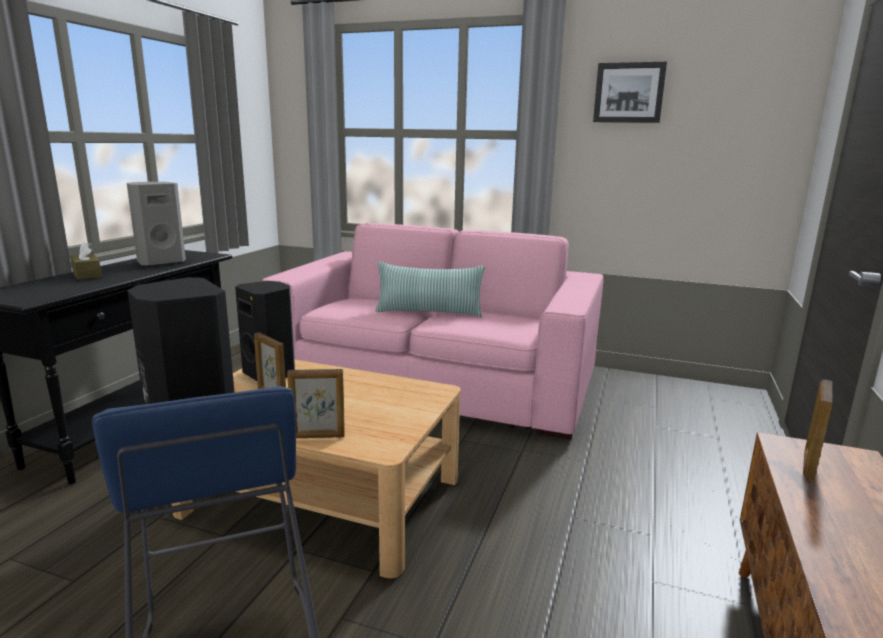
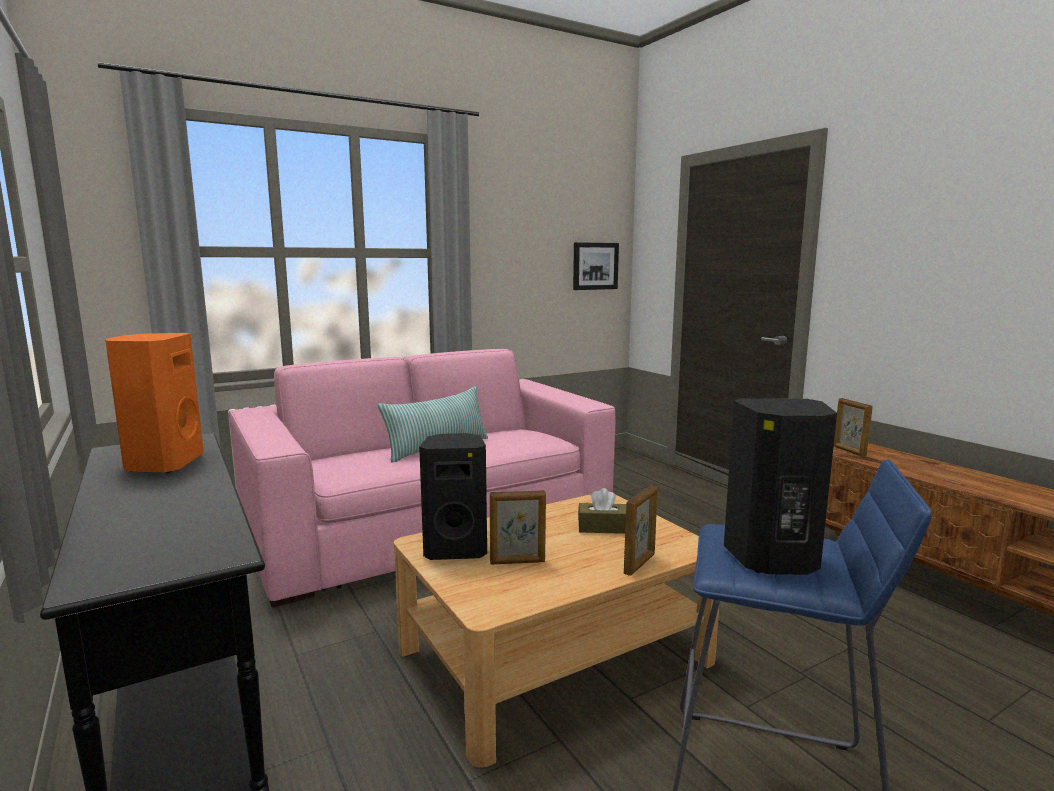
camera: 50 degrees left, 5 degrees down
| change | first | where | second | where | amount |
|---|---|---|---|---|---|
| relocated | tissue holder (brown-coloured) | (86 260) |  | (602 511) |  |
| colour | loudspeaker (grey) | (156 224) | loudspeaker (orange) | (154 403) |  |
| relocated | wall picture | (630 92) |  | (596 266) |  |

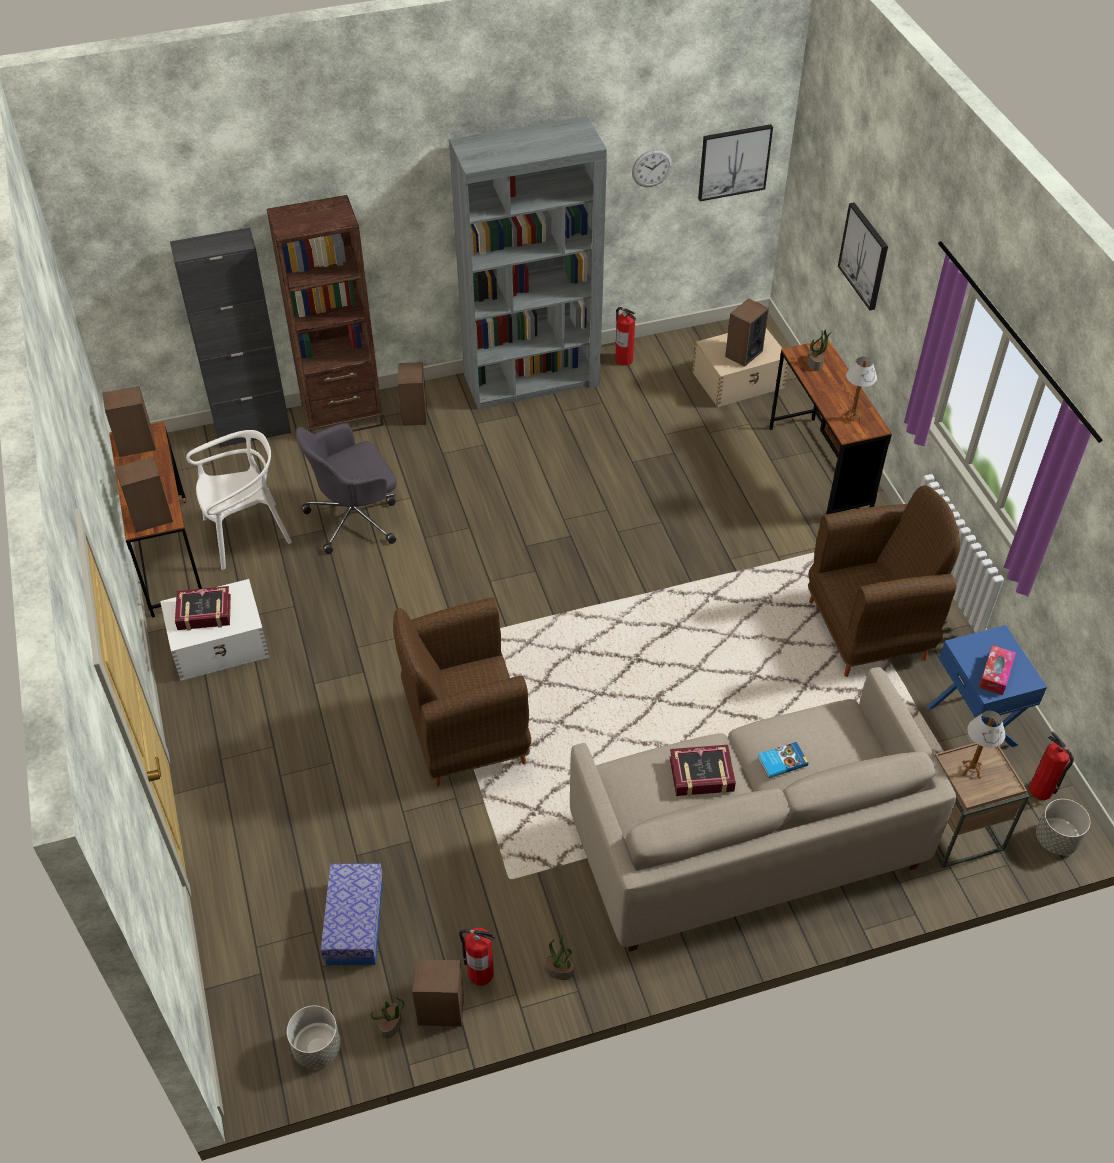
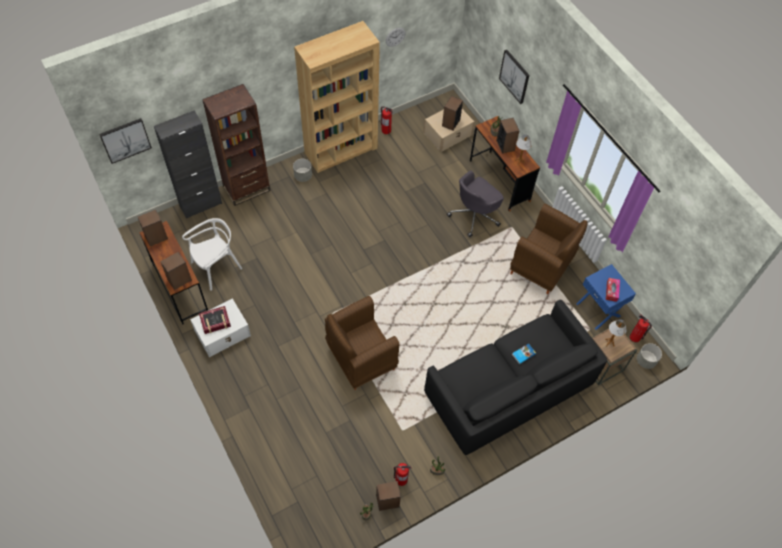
camera: 15 degrees left, 10 degrees up
| change | first | where | second | where | amount |
|---|---|---|---|---|---|
| relocated | plant pot (grey) | (314 1037) |  | (302 170) |  |
| relocated | computer chair (grey) | (346 488) |  | (475 204) |  |
| missing | storage box | (351 914) |  |  |  |
| relocated | loudspeaker | (412 394) |  | (507 135) |  |
| colour | bookshelf (grey) | (528 262) | bookshelf (brown-coloured) | (337 97) |  |
| colour | couch (beige-coloured) | (763 809) | couch (black-coloured) | (516 377) |  |
| missing | bound book | (702 771) |  |  |  |
| relocated | wall picture | (735 162) |  | (125 141) |  |
| spun | easy chair (brown-coloured) | (884 581) |  | (549 249) | 60 degrees clockwise |

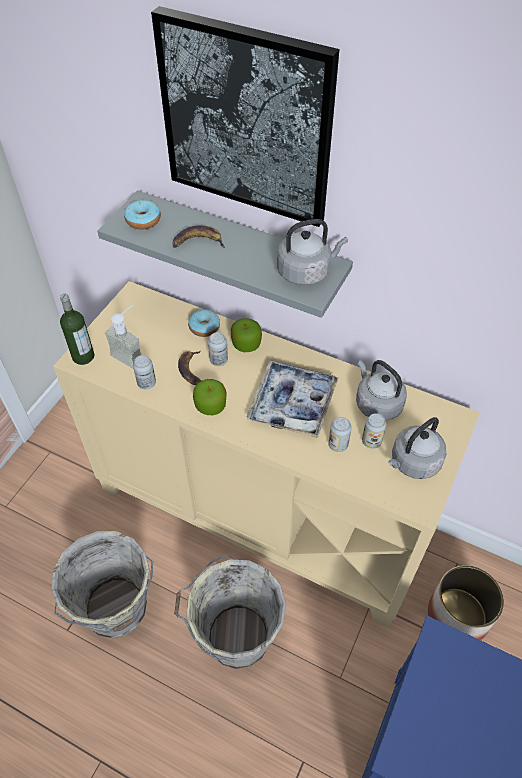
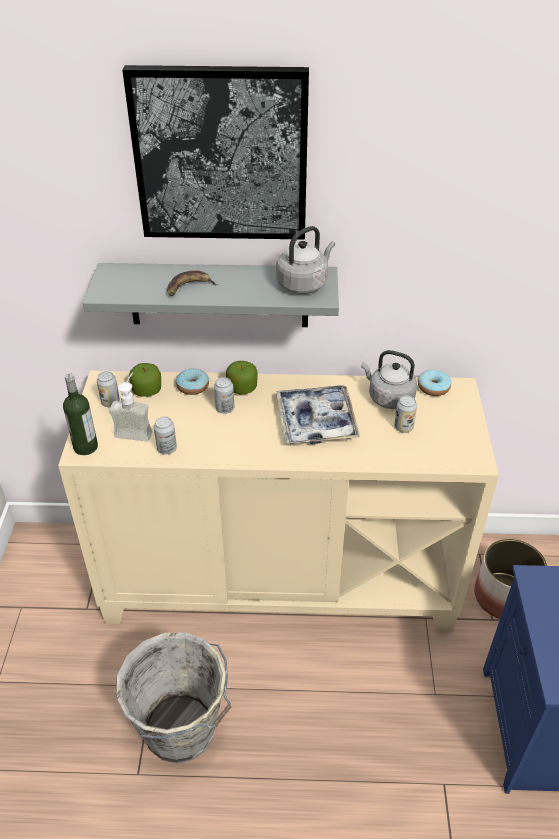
camera: 25 degrees left, 10 degrees down
| change | first | where | second | where | amount |
|---|---|---|---|---|---|
| relocated | ring doughnut | (142 215) |  | (434 383) |  |
| missing | water bucket (grey) | (230 611) |  |  |  |
| missing | whole banana | (189 368) |  |  |  |
| relocated | apple | (209 397) |  | (145 380) |  |
| relocated | sealed can | (340 434) |  | (108 389) |  |
| missing | water kettle (grey) | (417 448) |  |  |  |

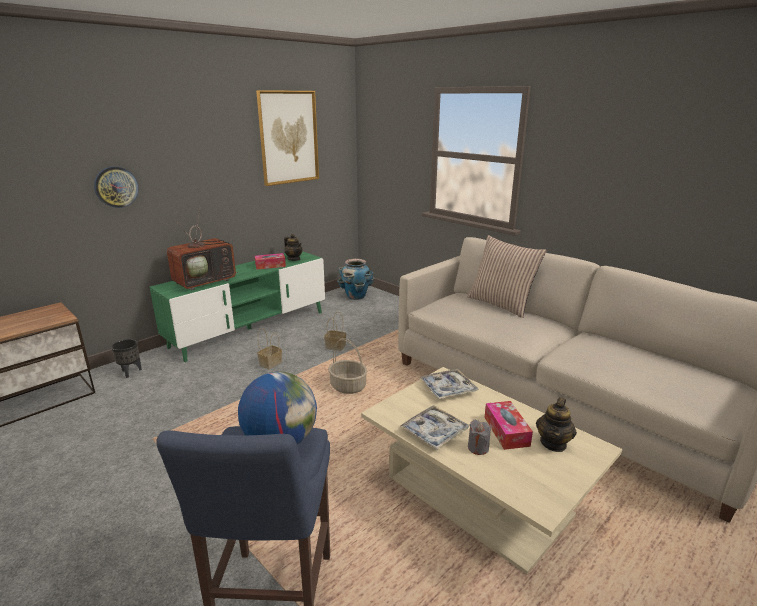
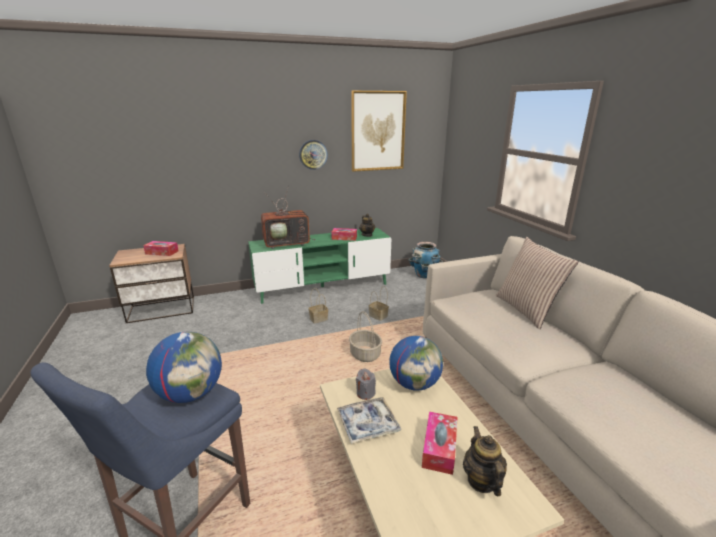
camera: 25 degrees right, 0 degrees up
| change | first | where | second | where | amount |
|---|---|---|---|---|---|
| relocated | hanging clock | (116 187) |  | (313 155) |  |
| missing | plant pot (black-coloured) | (126 358) |  |  |  |
| exchanged | serving tray | (448 384) | world globe | (416 363) |  |
| relocated | candle (grey) | (479 437) |  | (366 384) |  |
| spun | teapot | (556 424) |  | (485 461) | 120 degrees clockwise |
| appeared |  |  | tissue holder | (161 248) |  |

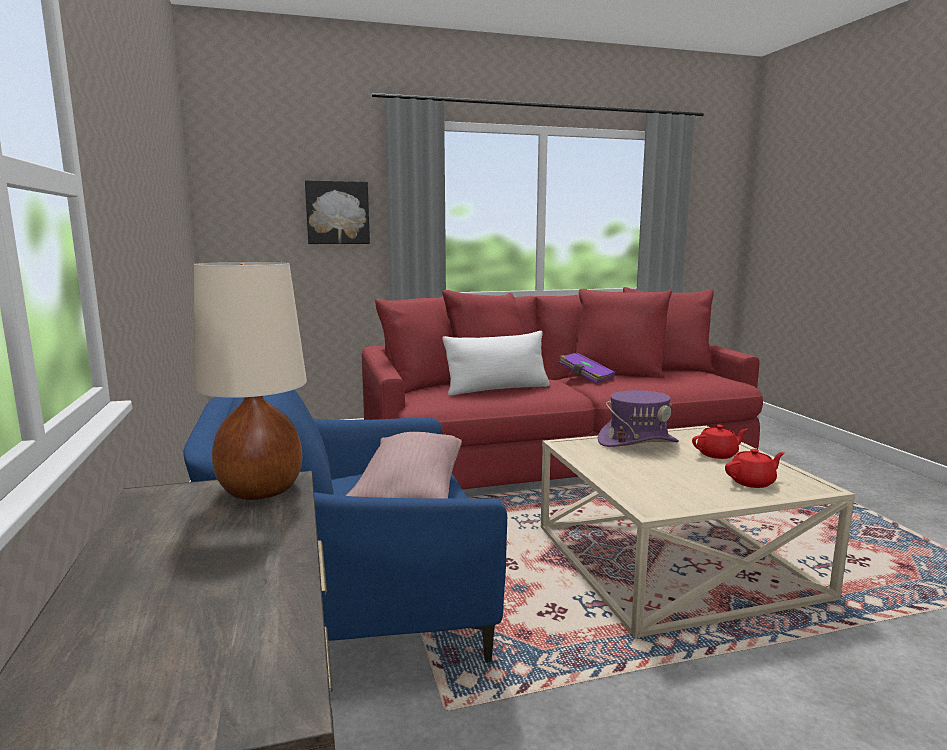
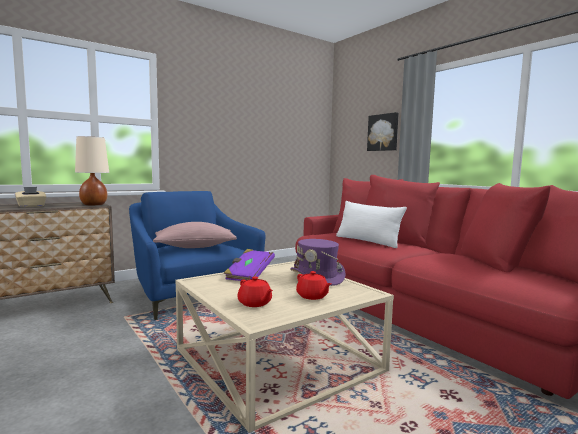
camera: 70 degrees right, 5 degrees down
| change | first | where | second | where | amount |
|---|---|---|---|---|---|
| relocated | bound book (purple) | (586 368) |  | (249 265) |  |
| appeared |  |  | tissue holder (beige-coloured) | (30 197) |  |

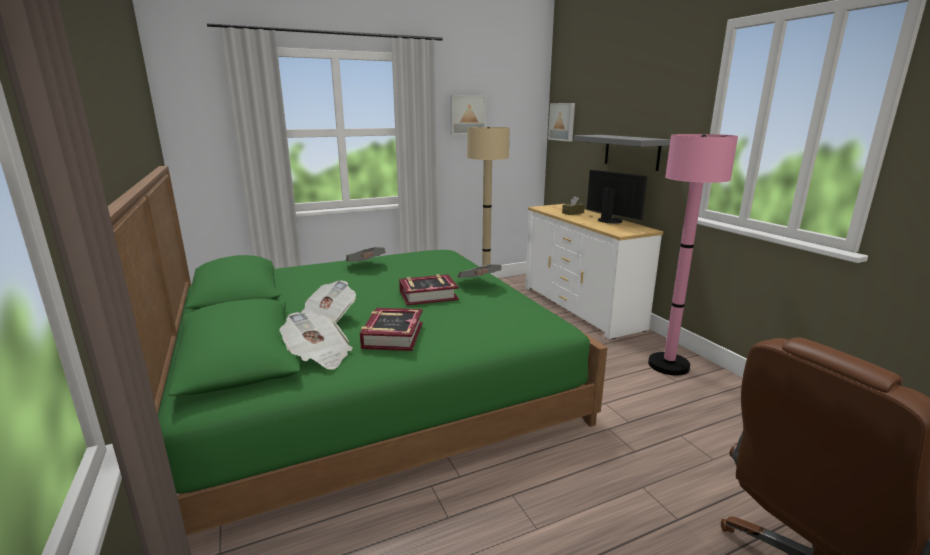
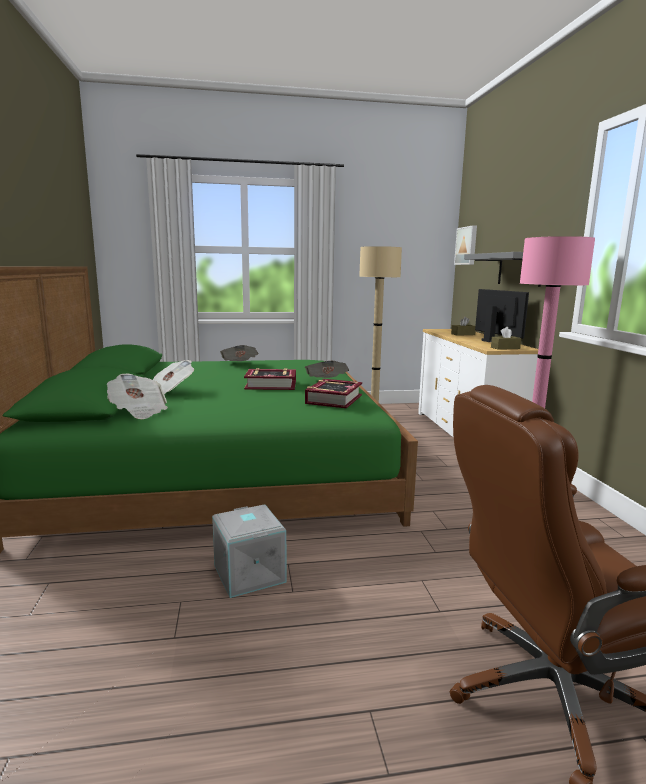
camera: 15 degrees right, 5 degrees down
| change | first | where | second | where | amount |
|---|---|---|---|---|---|
| relocated | bound book | (391 329) |  | (333 393) |  |
| missing | wall picture | (468 115) |  |  |  |
| appeared |  |  | storage box (grey) | (249 551) |  |
| appeared |  |  | tissue holder (brown-coloured) | (506 338) |  |

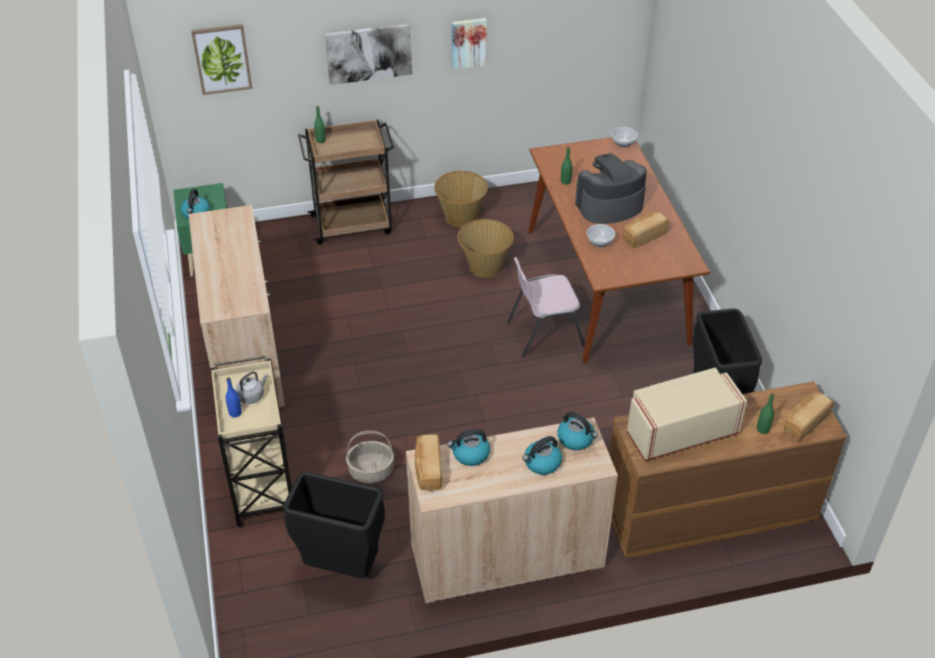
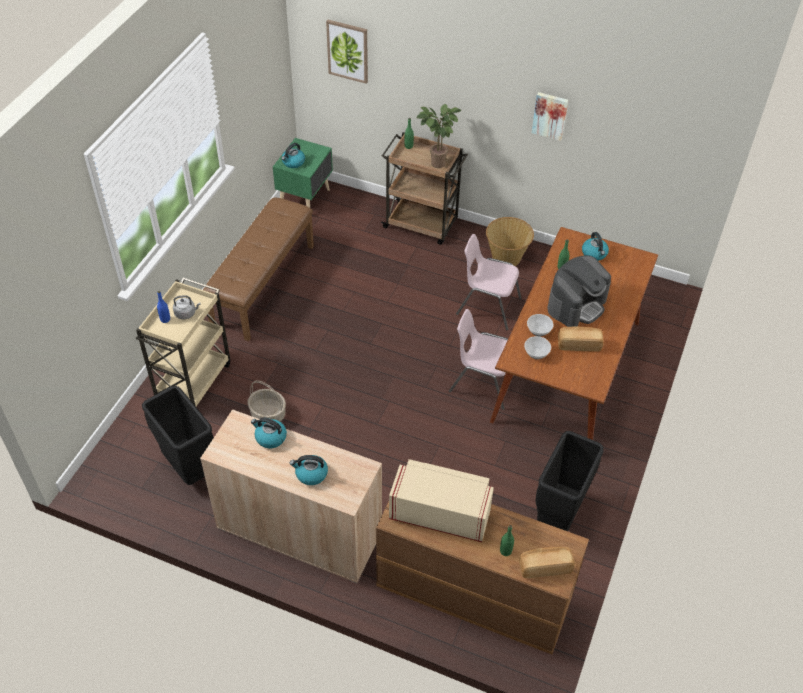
camera: 35 degrees right, 5 degrees up
| change | first | where | second | where | amount |
|---|---|---|---|---|---|
| exchanged | storage cabinet (beige-coloured) | (237 307) | bench (brown-coloured) | (258 269) |  |
| missing | wall picture | (368 54) |  |  |  |
| missing | bread | (428 462) |  |  |  |
| exchanged | storage basket | (485 248) | chair (pinkish) | (488 282) |  |
| relocated | water kettle | (577 431) |  | (595 246) |  |
| spun | coffee machine | (611 188) |  | (579 291) | 120 degrees clockwise |
| relocated | deep dish | (624 137) |  | (537 347) |  |
| appeared |  |  | plant in a pot | (439 136) |  |

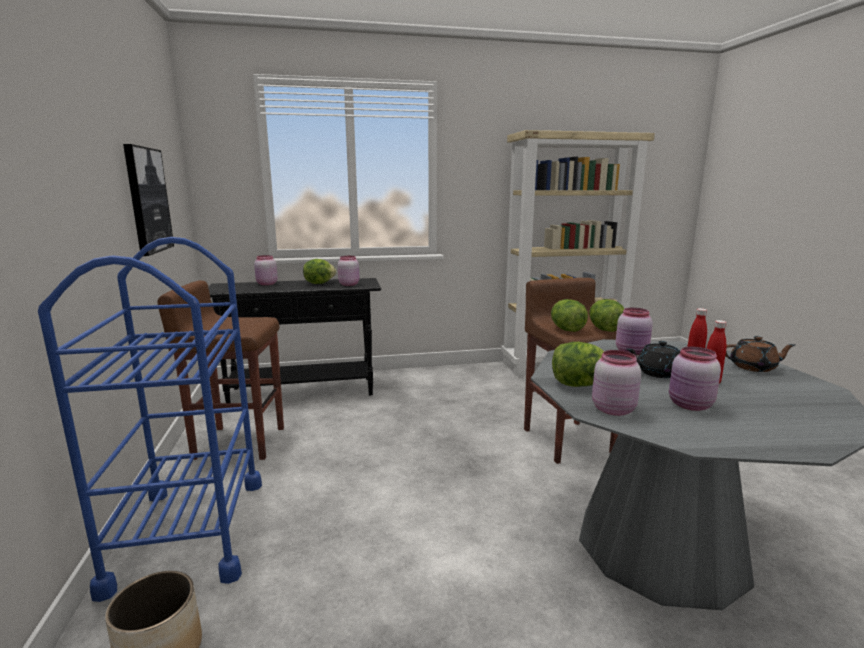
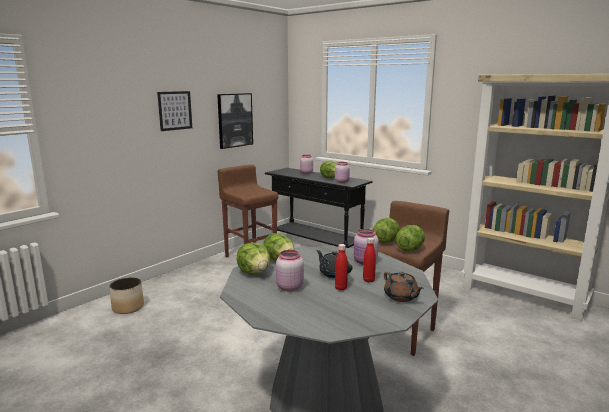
camera: 50 degrees right, 0 degrees up
| change | first | where | second | where | amount |
|---|---|---|---|---|---|
| missing | cart (bluish) | (150 419) |  |  |  |
| exchanged | storage jar (pinkish) | (616 383) | lettuce | (254 258) |  |
| appeared |  |  | wall picture | (174 111) |  |

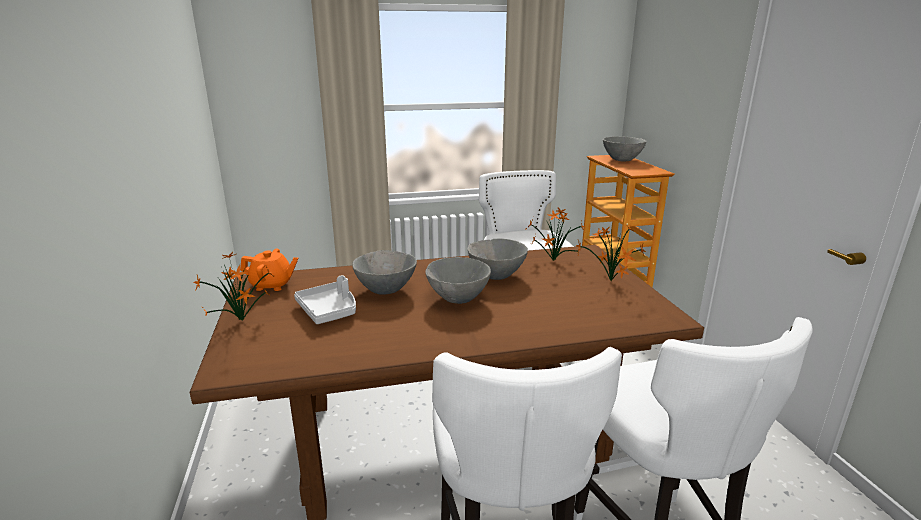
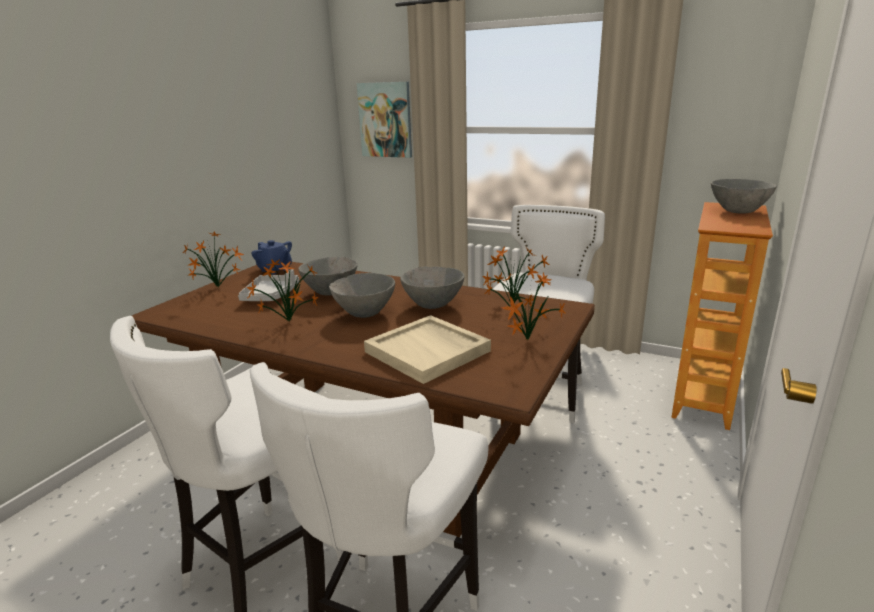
camera: 40 degrees right, 0 degrees up
| change | first | where | second | where | amount |
|---|---|---|---|---|---|
| colour | teapot (orange) | (269 269) | teapot (bluish) | (271 257) |  |
| appeared |  |  | plant in a pot | (282 290) |  |
| appeared |  |  | wall picture | (384 120) |  |
| appeared |  |  | serving tray (beige-coloured) | (427 349) |  |

